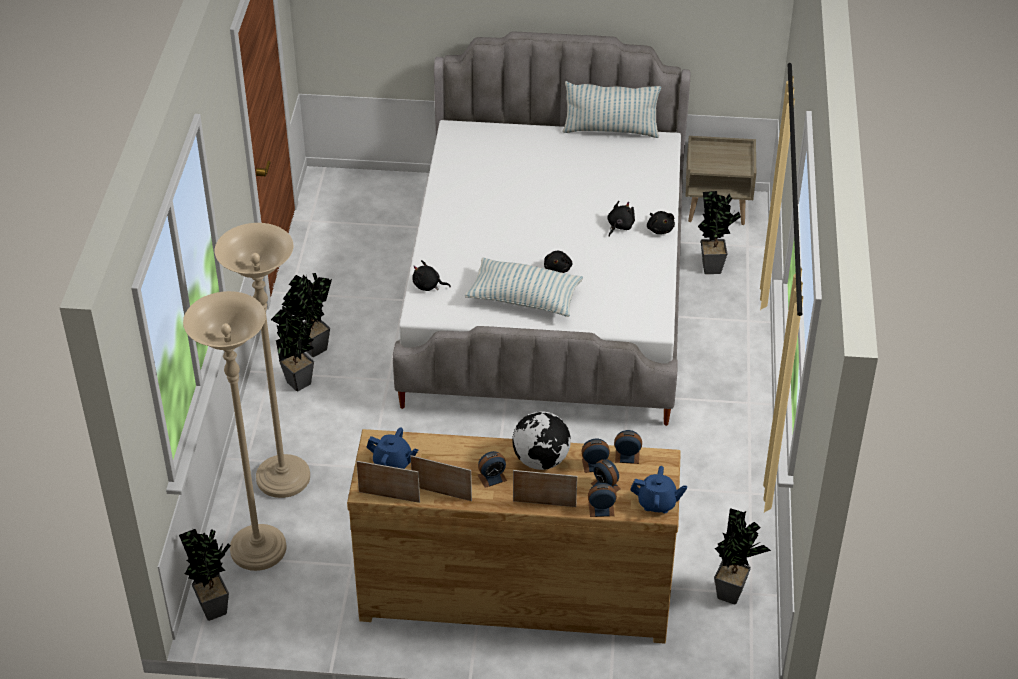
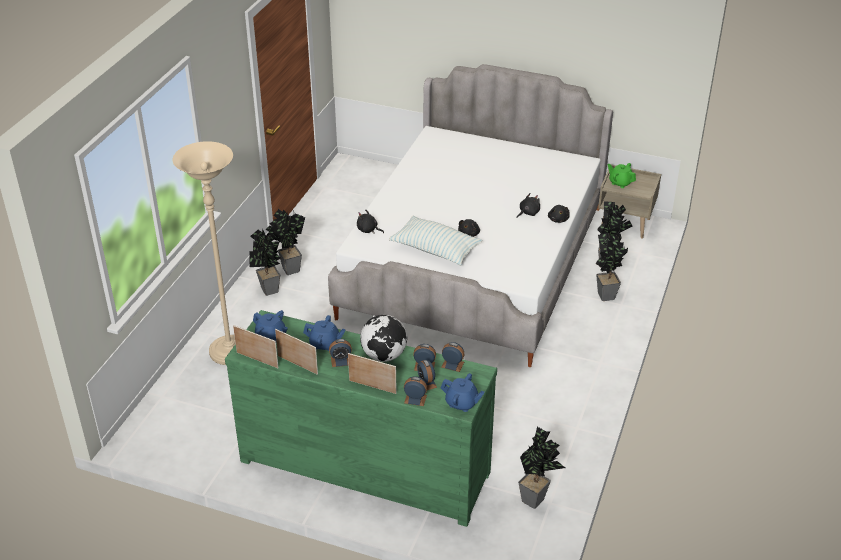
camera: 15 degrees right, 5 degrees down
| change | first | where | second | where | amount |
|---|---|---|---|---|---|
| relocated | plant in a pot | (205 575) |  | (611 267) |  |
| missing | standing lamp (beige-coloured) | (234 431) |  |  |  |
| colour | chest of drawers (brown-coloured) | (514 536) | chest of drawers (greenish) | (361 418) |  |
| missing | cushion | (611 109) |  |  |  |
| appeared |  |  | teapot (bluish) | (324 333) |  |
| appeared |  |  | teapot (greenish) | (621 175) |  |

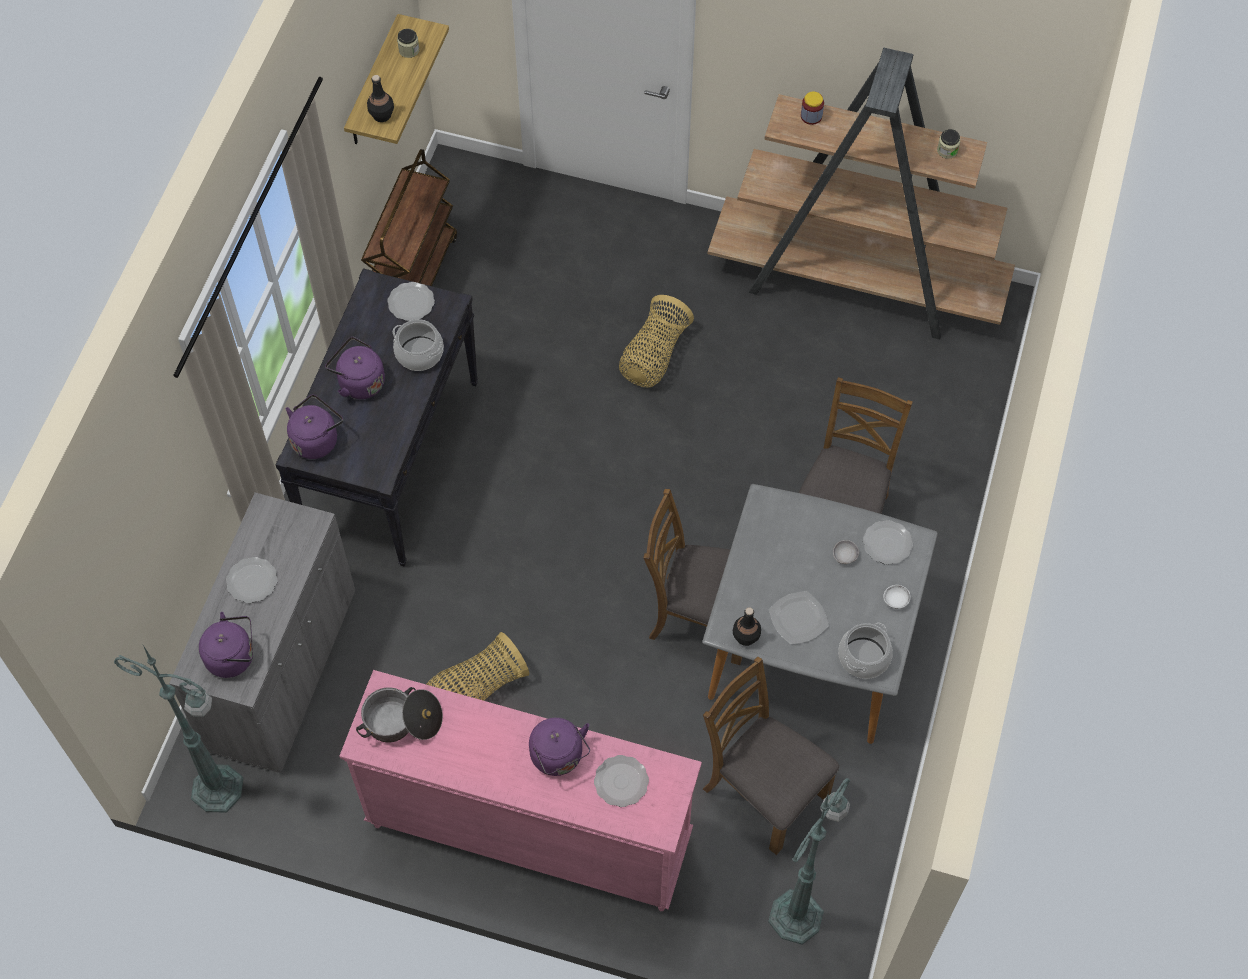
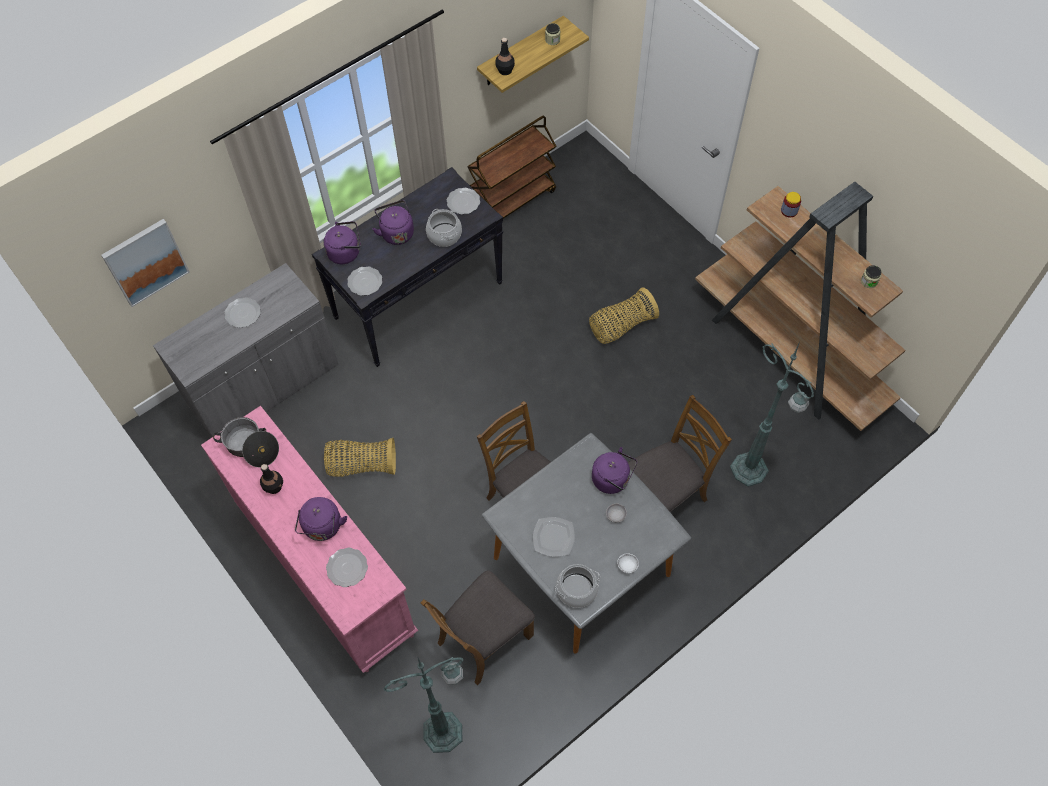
camera: 35 degrees right, 0 degrees up
| change | first | where | second | where | amount |
|---|---|---|---|---|---|
| relocated | standing lamp (greenish) | (178 729) |  | (772 415) |  |
| relocated | water kettle (purple) | (226 645) |  | (614 470) |  |
| spun | chair (brown-coloured) | (771 756) |  | (478 627) | 120 degrees counterclockwise |
| relocated | bottle (black-coloured) | (747 626) |  | (271 479) |  |
| relocated | flat dish | (888 542) |  | (364 281) |  |
| appeared |  |  | wall picture | (145 263) |  |

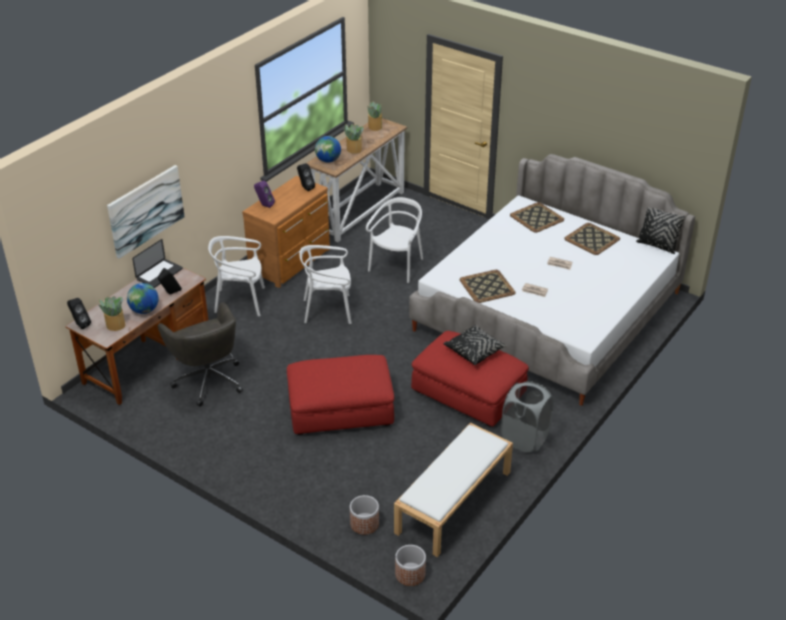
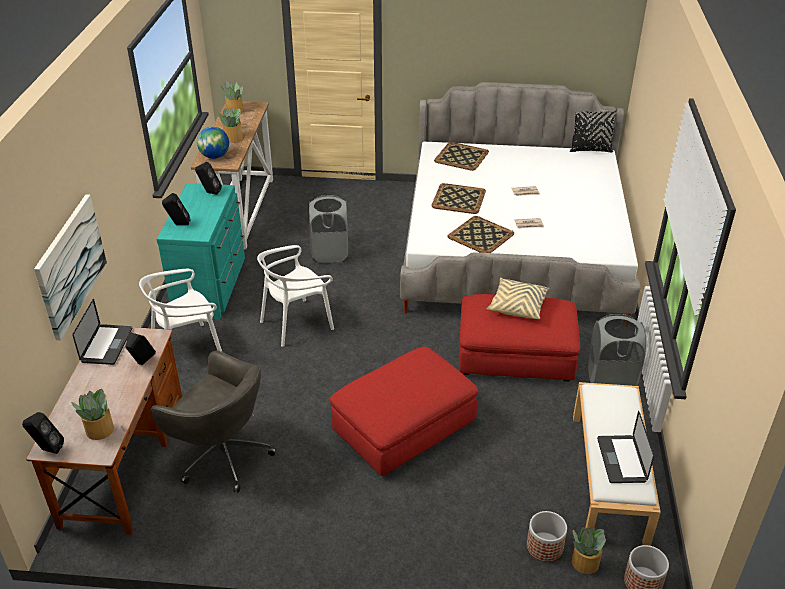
camera: 30 degrees left, 0 degrees up
| change | first | where | second | where | amount |
|---|---|---|---|---|---|
| missing | world globe | (142 298) |  |  |  |
| colour | chest of drawers (brown-coloured) | (286 231) | chest of drawers (turquoise-coloured) | (200 251) |  |
| colour | loudspeaker (purple) | (264 194) | loudspeaker (black-coloured) | (176 209) |  |
| exchanged | chair (whitish) | (394 240) | washing basket (grey) | (329 229) |  |
| colour | cushion (black-coloured) | (475 345) | cushion (beige-coloured) | (518 298) |  |
| relocated | serving tray | (592 239) |  | (458 198) |  |
| appeared |  |  | plant in a pot | (589 550) |  |
| appeared |  |  | notebook computer | (625 447) |  |

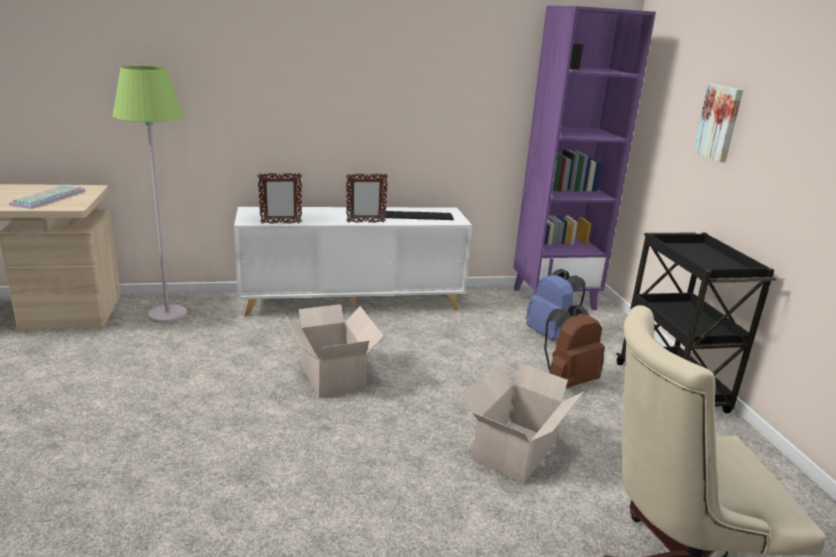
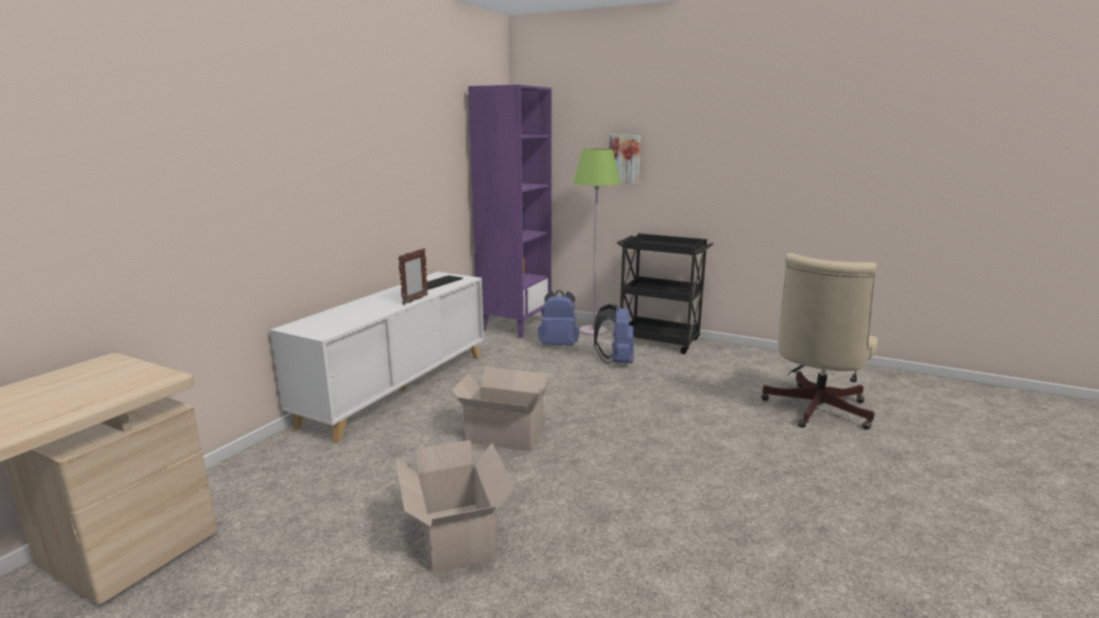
camera: 50 degrees left, 5 degrees down
| change | first | where | second | where | amount |
|---|---|---|---|---|---|
| missing | keyboard | (47 197) |  |  |  |
| relocated | standing lamp (greenish) | (150 194) |  | (596 242) |  |
| missing | picture frame | (279 198) |  |  |  |
| relocated | cardboard box | (522 422) |  | (455 506) |  |
| colour | backpack (brown-coloured) | (574 346) | backpack (bluish) | (614 334) |  |

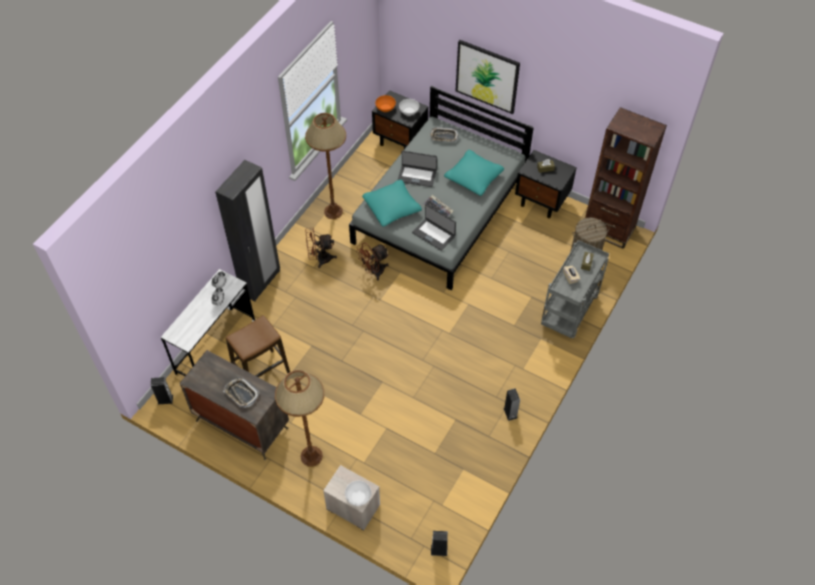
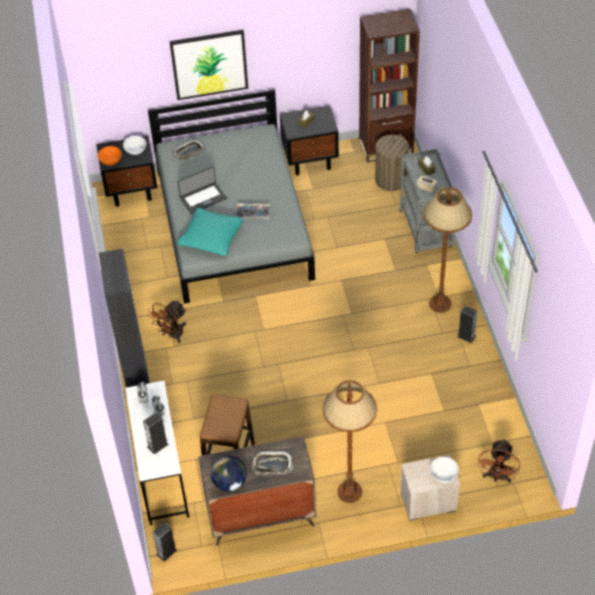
camera: 40 degrees left, 5 degrees down
| change | first | where | second | where | amount |
|---|---|---|---|---|---|
| relocated | standing lamp (brown-coloured) | (325 166) |  | (447 250) |  |
| relocated | cooling fan (brown-coloured) | (372 262) |  | (499 461) |  |
| missing | notebook computer | (434 227) |  |  |  |
| relocated | loudspeaker | (439 543) |  | (156 433) |  |
| missing | cushion (turquoise-coloured) | (474 173) |  |  |  |
| appeared |  |  | world globe | (229 473) |  |

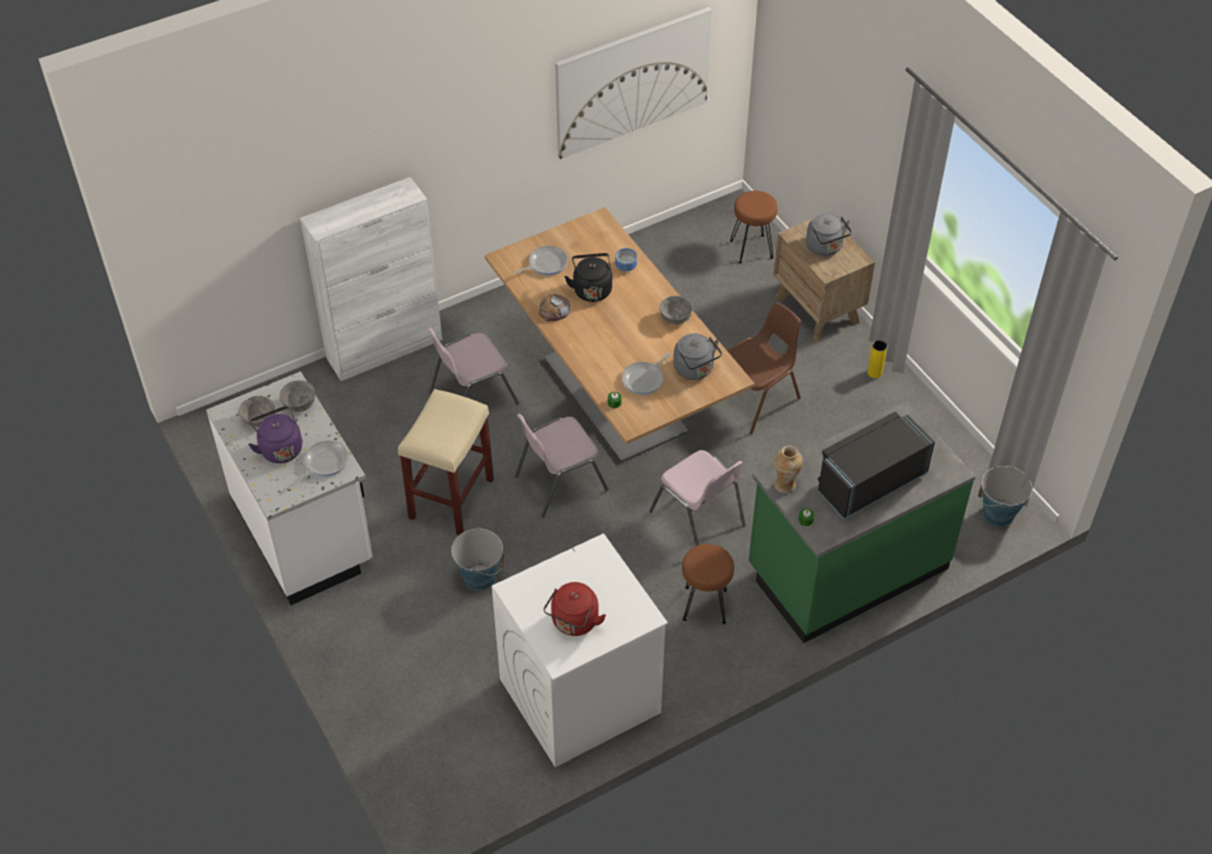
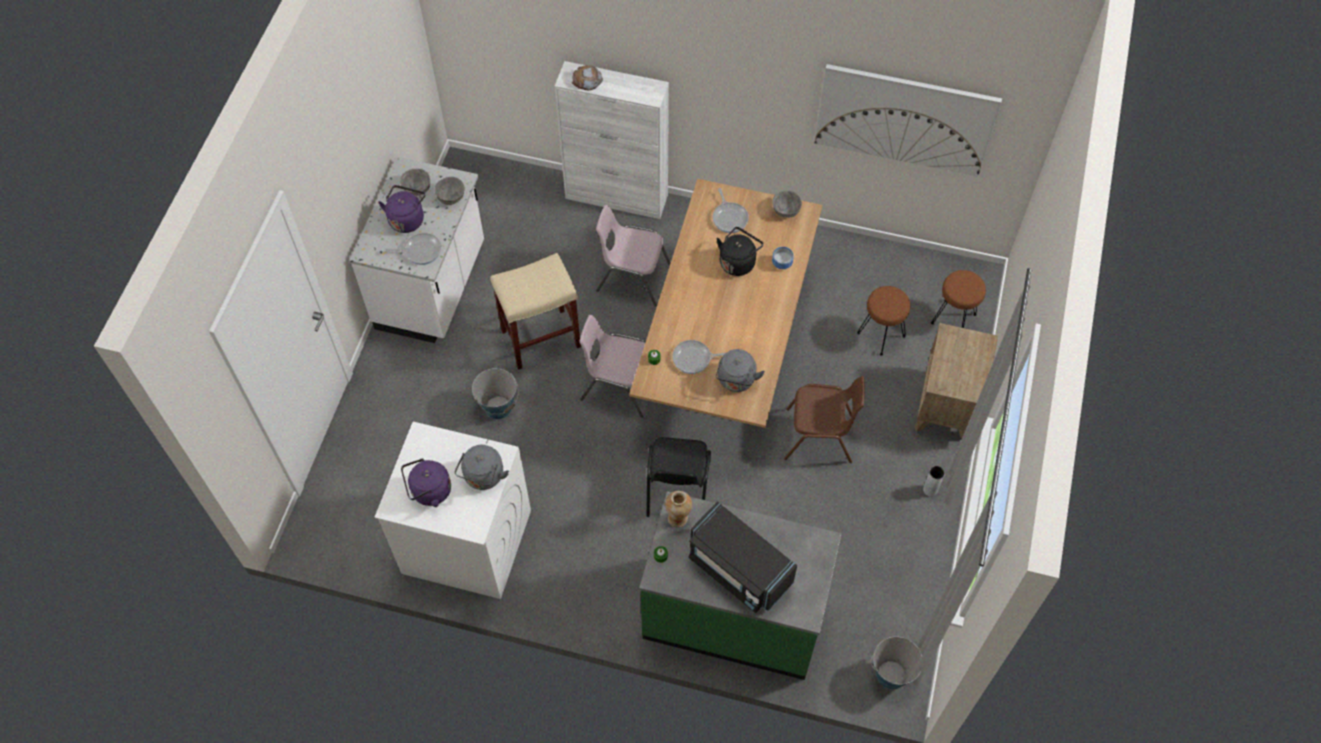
camera: 45 degrees right, 10 degrees up
| change | first | where | second | where | amount |
|---|---|---|---|---|---|
| spun | pan | (541 260) |  | (731 210) | 60 degrees clockwise |
| relocated | bread | (554 307) |  | (587 77) |  |
| colour | water kettle (red) | (575 609) | water kettle (purple) | (426 482) |  |
| colour | chair (pinkish) | (697 498) | chair (black-coloured) | (678 477) |  |
| relocated | deep dish (grey) | (676 310) |  | (787 204) |  |
| relocated | stool seat (brown-coloured) | (708 584) |  | (883 321) |  |
| relocated | water kettle (grey) | (829 234) |  | (481 467) |  |
| spun | microwave oven (black-coloured) | (876 465) |  | (743 557) | 150 degrees counterclockwise |
| colour | decorative vase (yellow) | (877 359) | decorative vase (grey) | (934 481) |  |

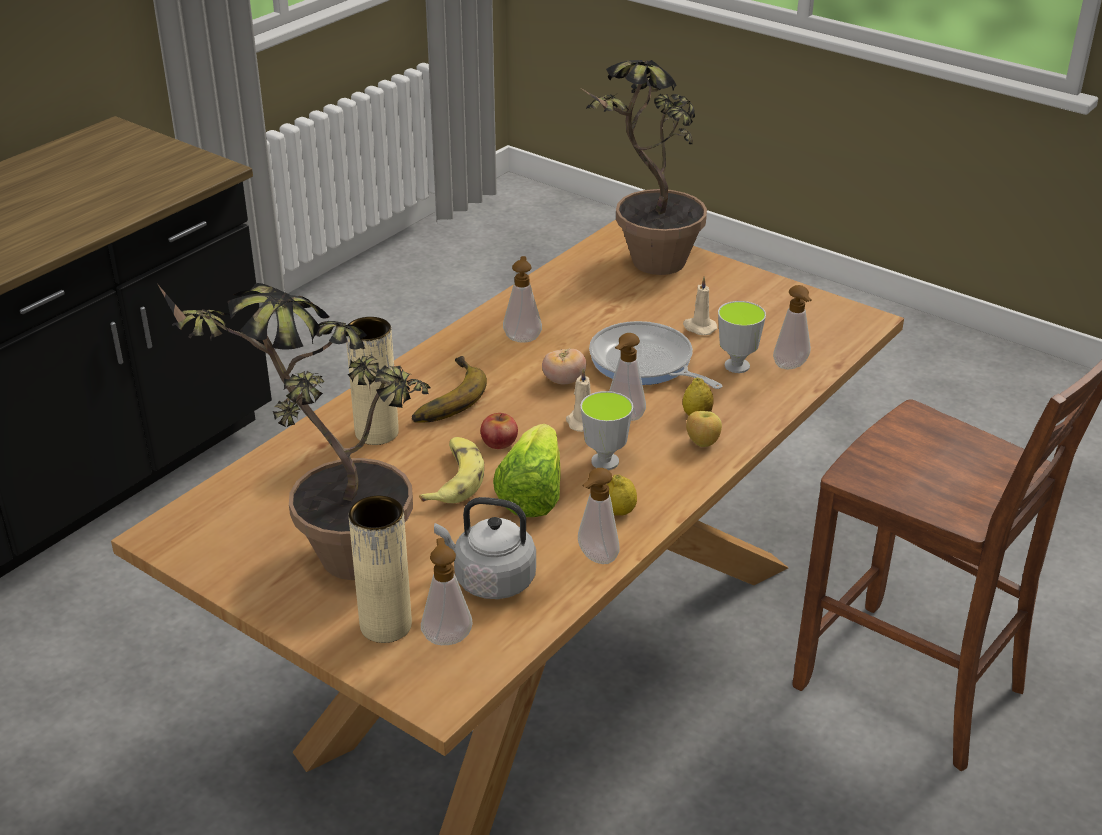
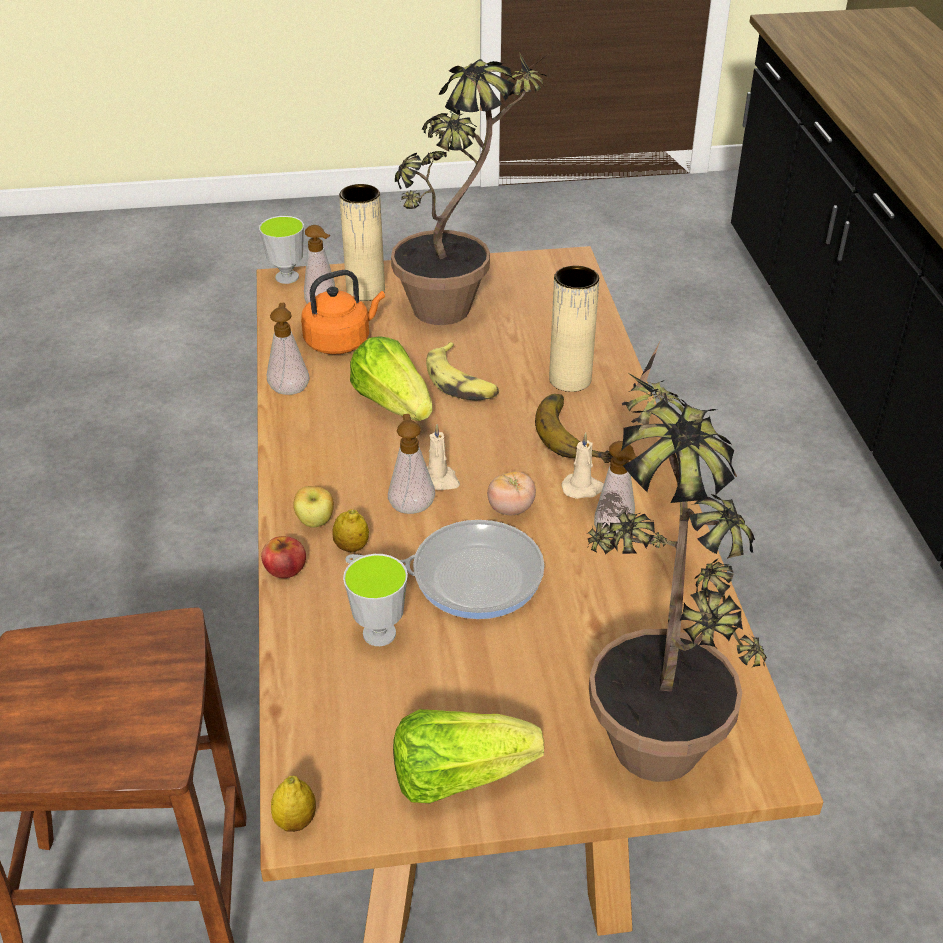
camera: 135 degrees right, 5 degrees up
| change | first | where | second | where | amount |
|---|---|---|---|---|---|
| colour | water kettle (grey) | (485 548) | water kettle (orange) | (343 312) |  |
| relocated | apple | (499 431) |  | (283 557) |  |
| relocated | cup | (606 430) |  | (281 250) |  |
| relocated | whole lemon | (622 495) |  | (293 804) |  |
| relocated | candle (beige-coloured) | (700 306) |  | (582 466) |  |
| missing | soap dispenser | (792 327) |  |  |  |
| appeared |  |  | lettuce | (468 756) |  |

